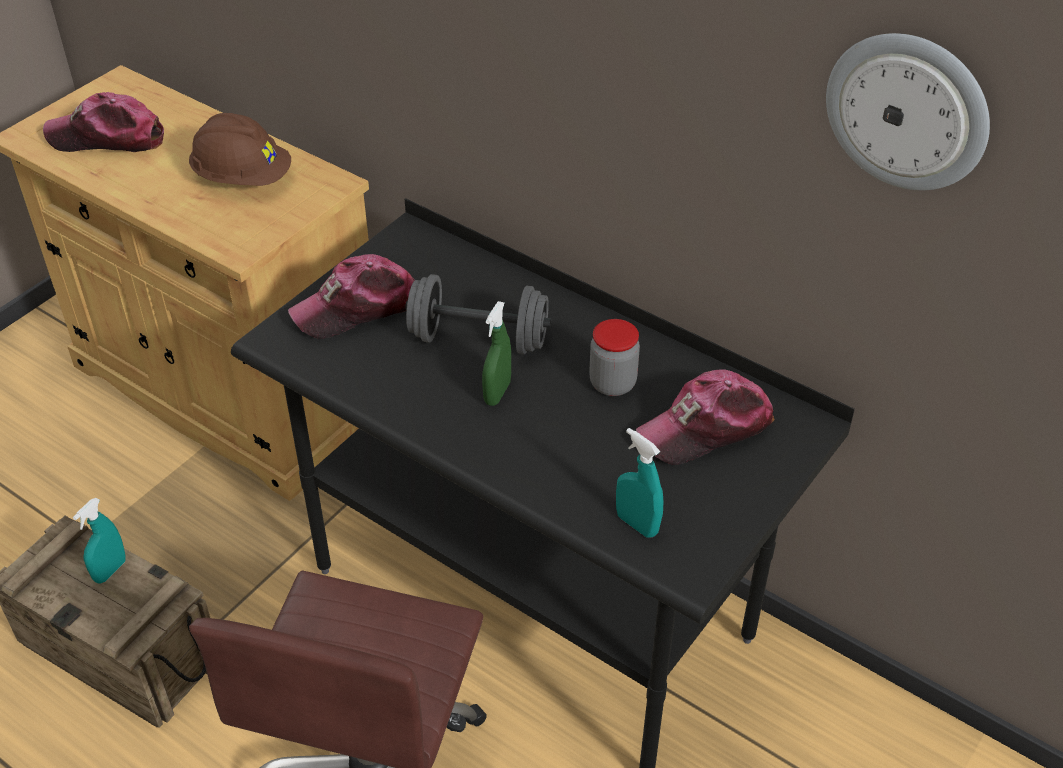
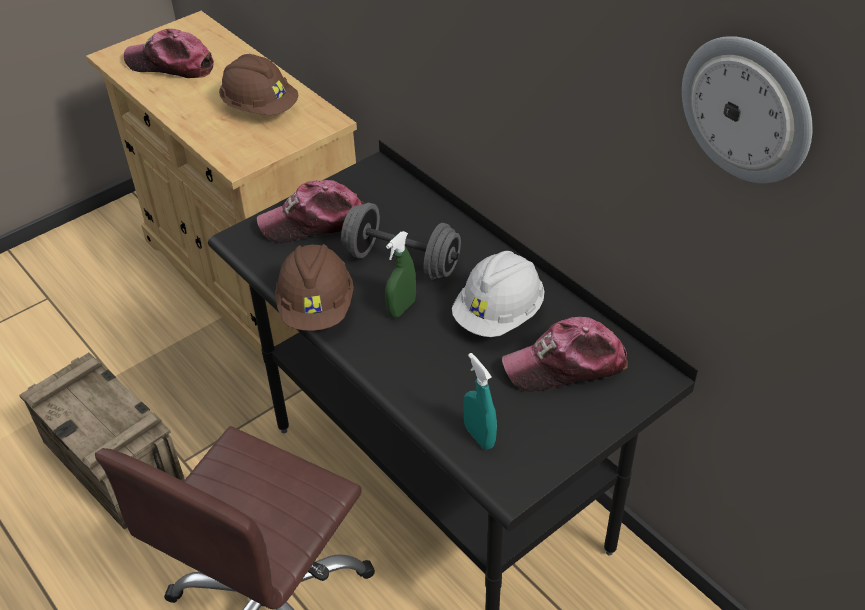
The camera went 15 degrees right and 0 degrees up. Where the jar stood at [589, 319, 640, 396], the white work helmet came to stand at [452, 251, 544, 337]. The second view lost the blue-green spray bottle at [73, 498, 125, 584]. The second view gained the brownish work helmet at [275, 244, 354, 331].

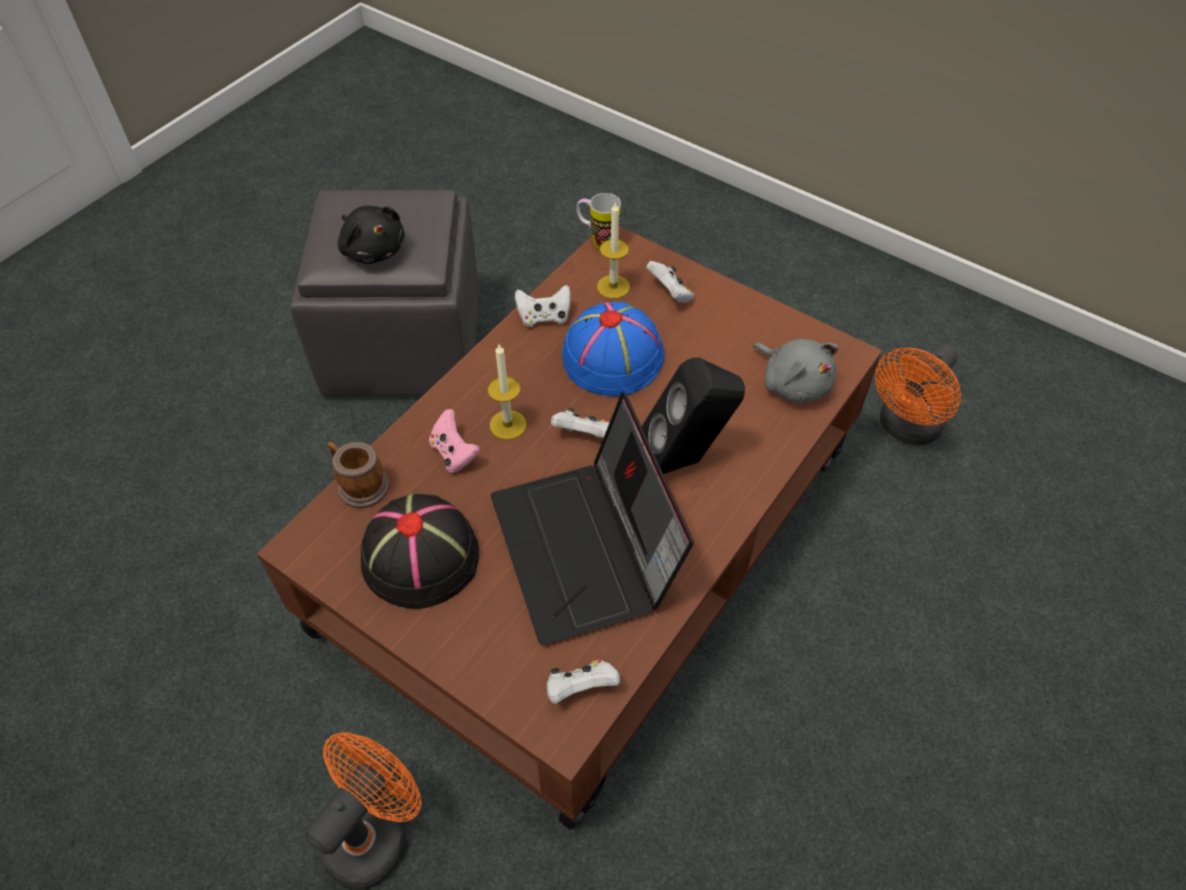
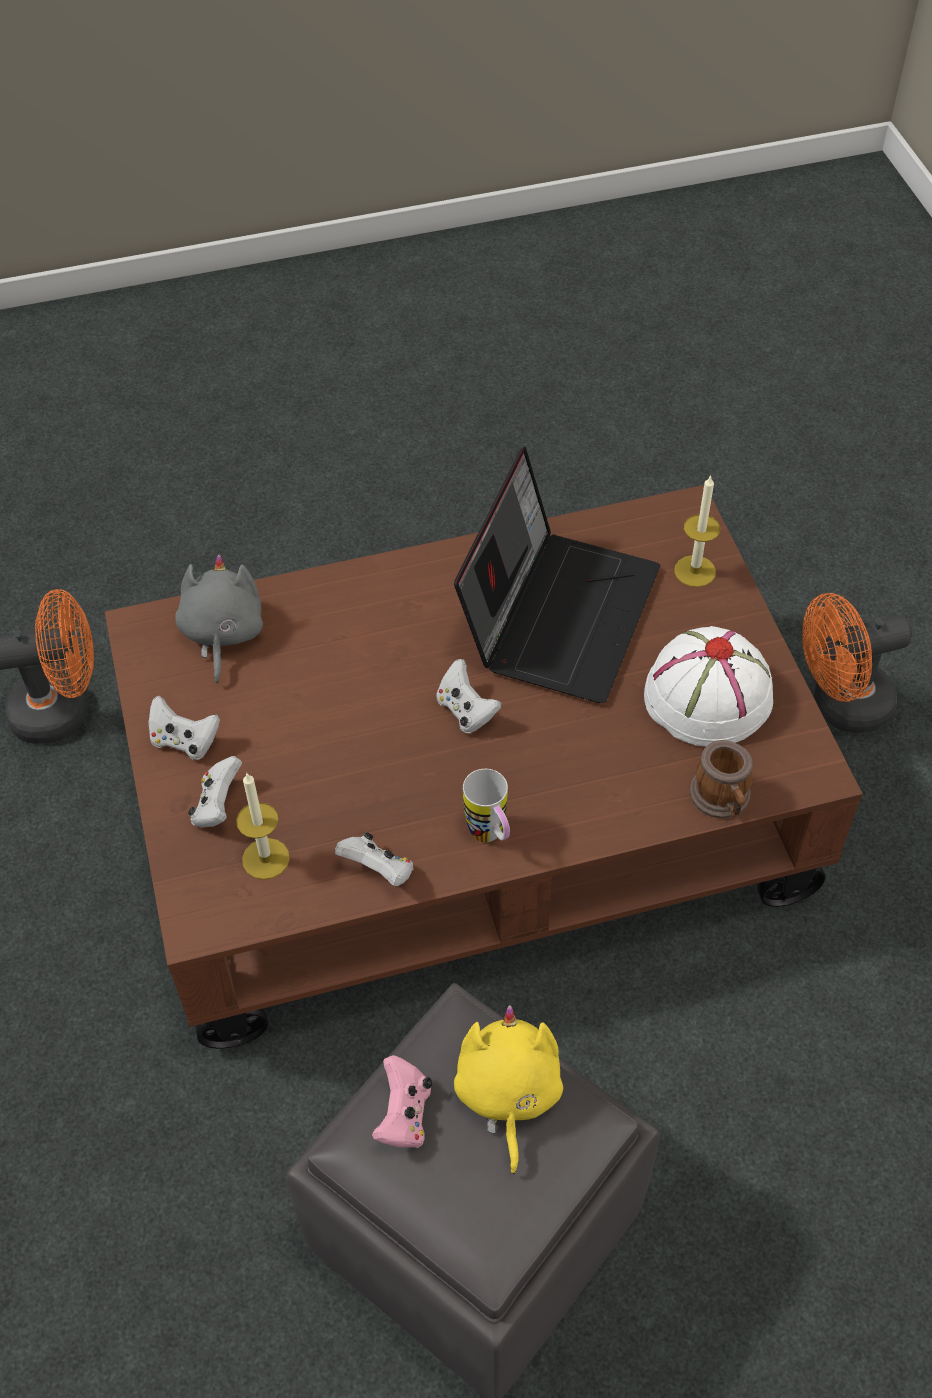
The camera went 140 degrees left and 0 degrees up. The mug ended up elsewhere, having gone from [576, 193, 621, 250] to [463, 769, 510, 842]. What was the black soft toy at [338, 206, 405, 264] turned into the yellowish soft toy at [454, 1005, 563, 1174]. The second view lost the blue-coloured wearable hat at [562, 301, 664, 396]. The wax candle ended up elsewhere, having gone from [488, 345, 526, 440] to [674, 475, 720, 587]. The second view lost the black loudspeaker at [642, 358, 745, 474]. The pink-coloured joypad ended up elsewhere, having gone from [429, 409, 480, 473] to [372, 1055, 432, 1148]. What was the black wearable hat at [361, 494, 479, 609] turned into the white wearable hat at [644, 626, 774, 747]. The white joypad ended up elsewhere, having gone from [547, 660, 620, 704] to [149, 696, 220, 760].

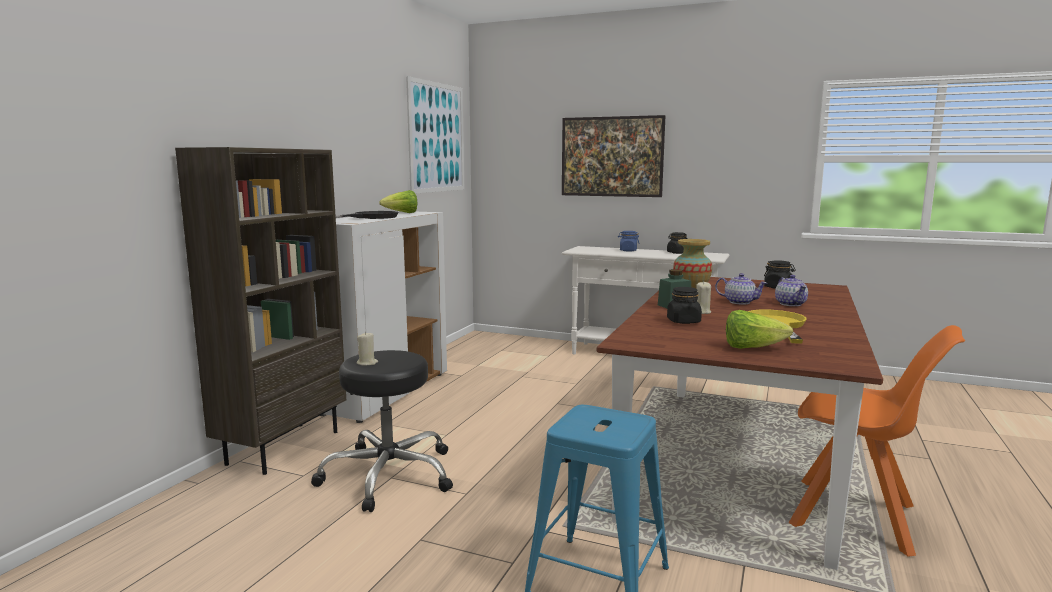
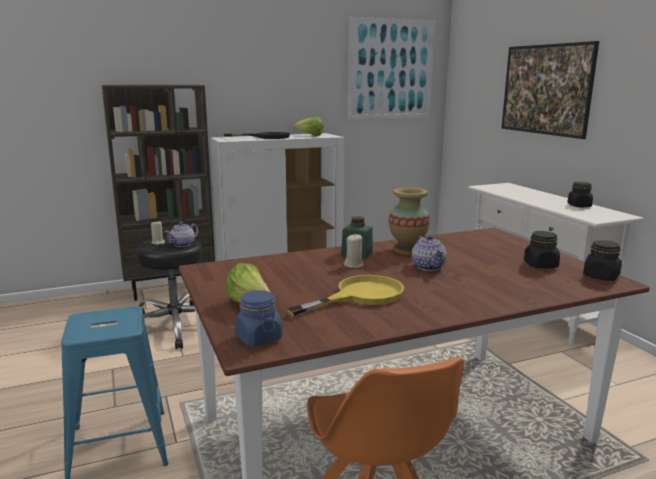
The camera went 45 degrees right and 5 degrees up. The blue-coloured jar ended up elsewhere, having gone from [618, 231, 639, 252] to [235, 290, 283, 347]. The pot for tea ended up elsewhere, having gone from [775, 275, 808, 306] to [164, 222, 199, 247]. The black jar ended up elsewhere, having gone from [667, 287, 702, 324] to [583, 240, 622, 281].

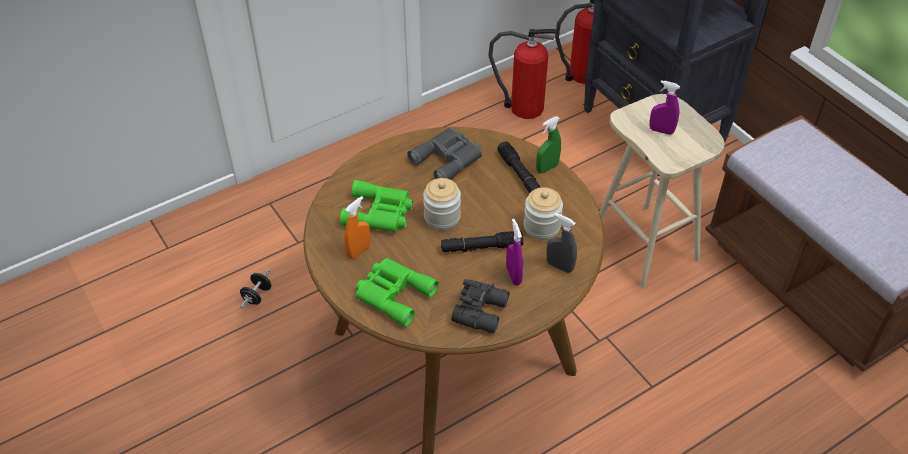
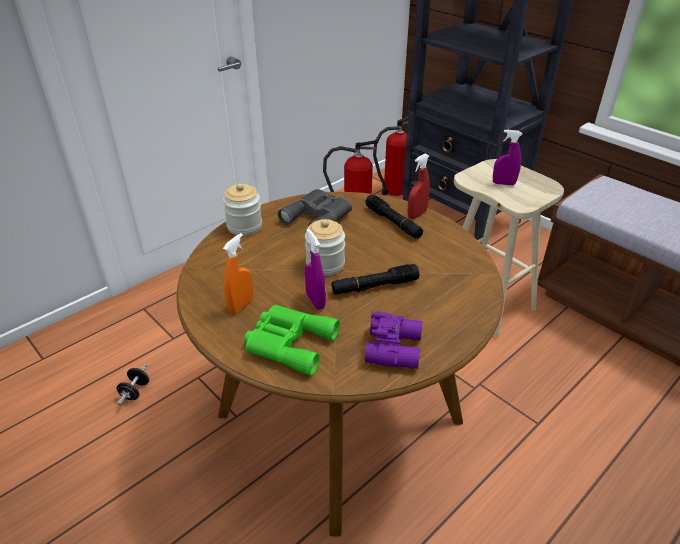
The camera went 10 degrees left and 10 degrees down. What was the greenish spray bottle at [536, 116, 561, 173] turned into the reddish spray bottle at [407, 154, 430, 219]. The second view lost the greenish binoculars at [340, 180, 413, 232]. The jar ended up elsewhere, having gone from [524, 187, 563, 240] to [223, 183, 262, 236]. The second view lost the grey spray bottle at [547, 213, 577, 273]. The purplish spray bottle ended up elsewhere, having gone from [506, 219, 523, 286] to [305, 229, 326, 310]. What was the black binoculars at [451, 279, 509, 333] turned into the purplish binoculars at [365, 311, 423, 369].

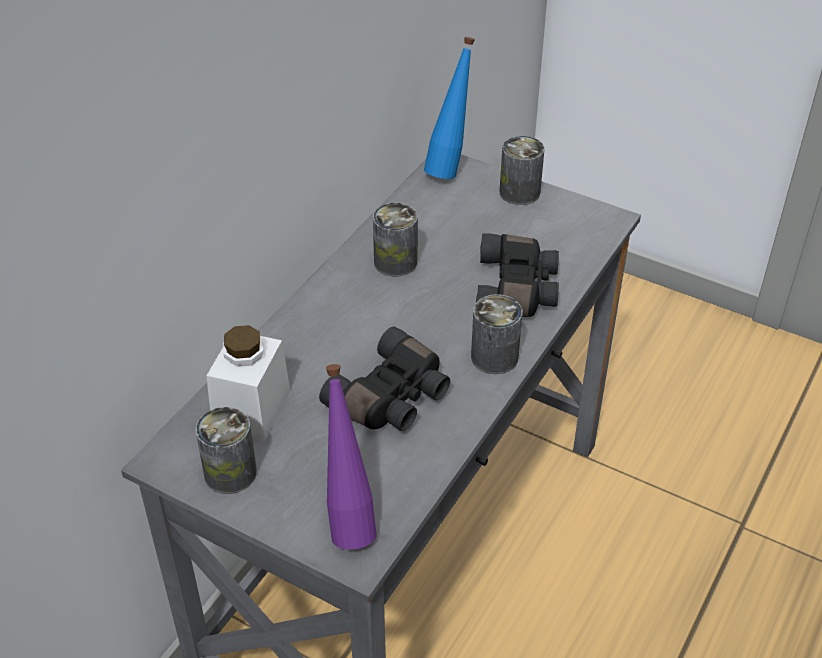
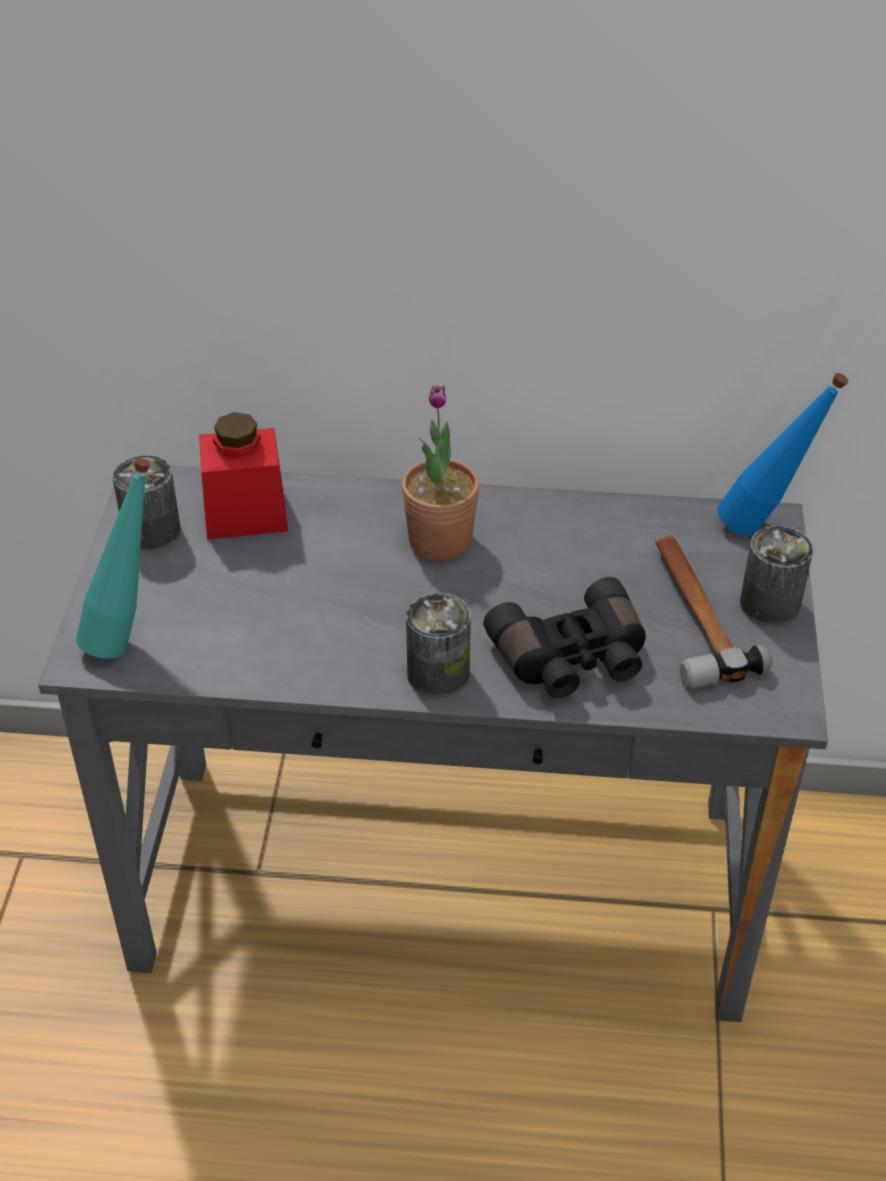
The camera went 65 degrees right and 0 degrees up. The second view lost the can at [373, 203, 418, 277]. What was the white jar at [206, 325, 290, 441] turned into the reddish jar at [199, 412, 288, 539]. The second view lost the black binoculars at [319, 327, 450, 431]. What was the purplish bottle at [326, 364, 377, 550] turned into the blue-green bottle at [76, 458, 151, 659]. The second view gained the potted plant at [401, 385, 480, 561]. The second view gained the hammer at [655, 535, 772, 689].

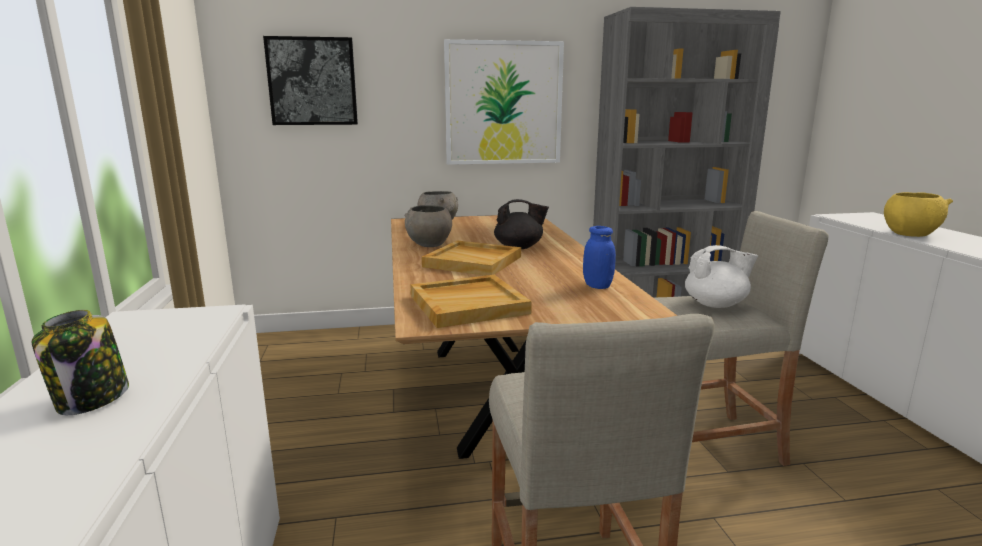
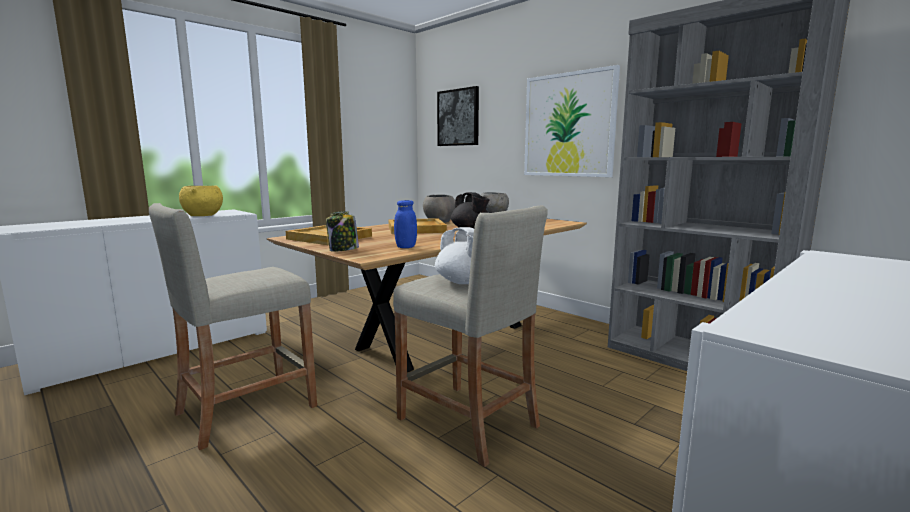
The camera went 55 degrees right and 5 degrees down. The yellowish serving bowl ended up elsewhere, having gone from [884, 192, 953, 237] to [179, 186, 223, 216]. The jar ended up elsewhere, having gone from [31, 310, 129, 415] to [326, 211, 359, 252].

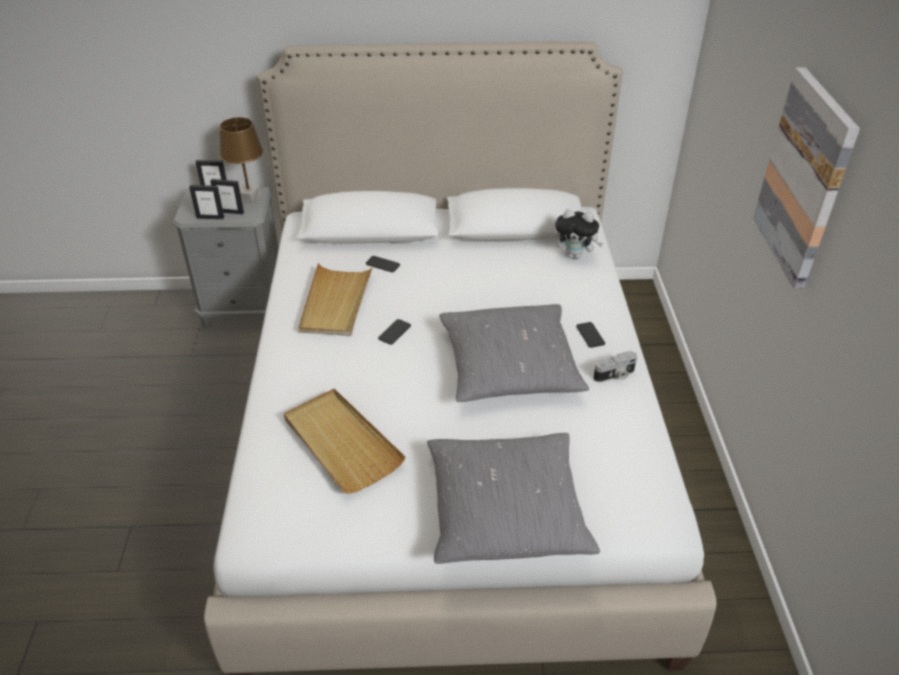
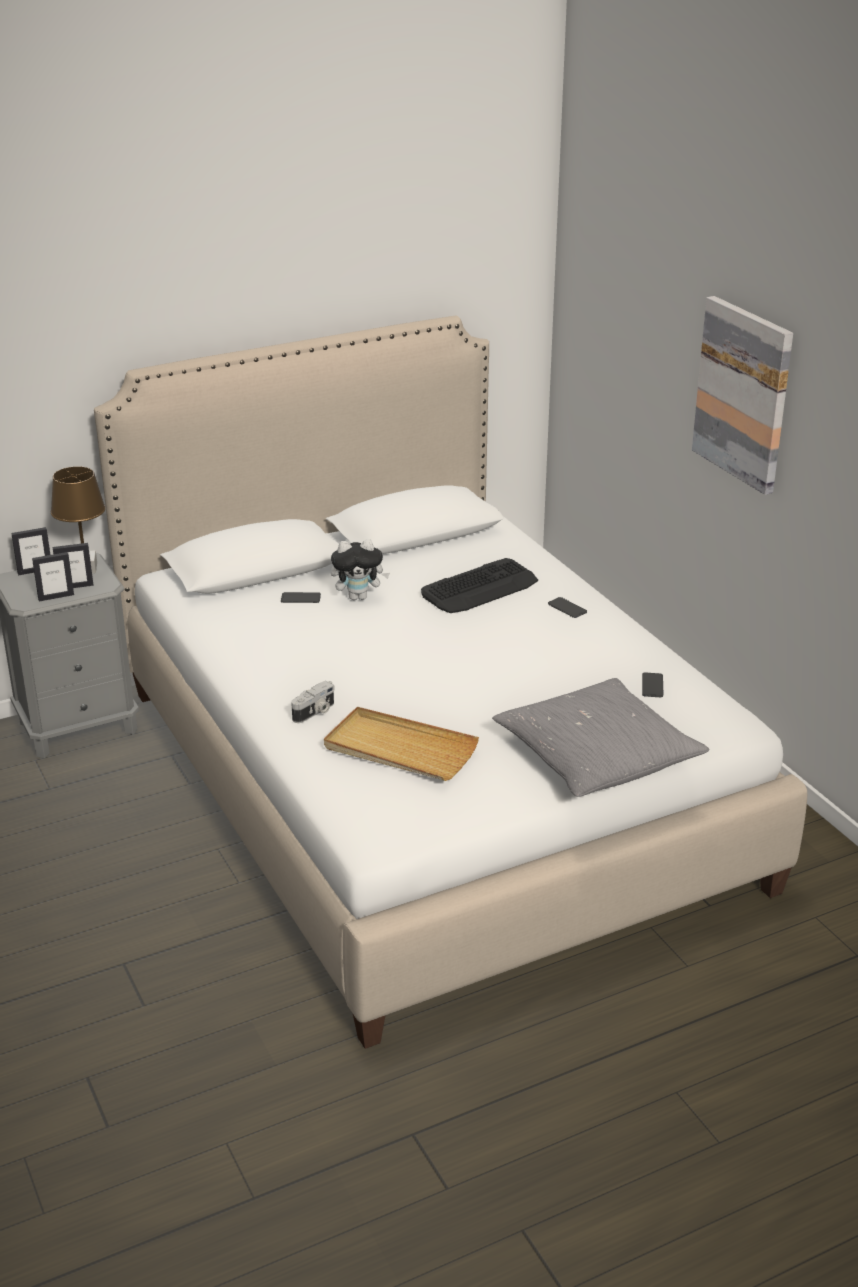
The camera went 25 degrees left and 10 degrees down. The soft toy ended up elsewhere, having gone from [555, 209, 603, 259] to [331, 539, 390, 600]. The second view lost the sand-coloured carrying tray at [299, 263, 373, 336]. The second view lost the grey cushion at [439, 304, 589, 402]. The handset ended up elsewhere, having gone from [378, 319, 411, 345] to [642, 673, 663, 697]. The photo camera ended up elsewhere, having gone from [593, 351, 637, 382] to [291, 681, 334, 723]. The second view gained the PC keyboard at [421, 558, 538, 613].

